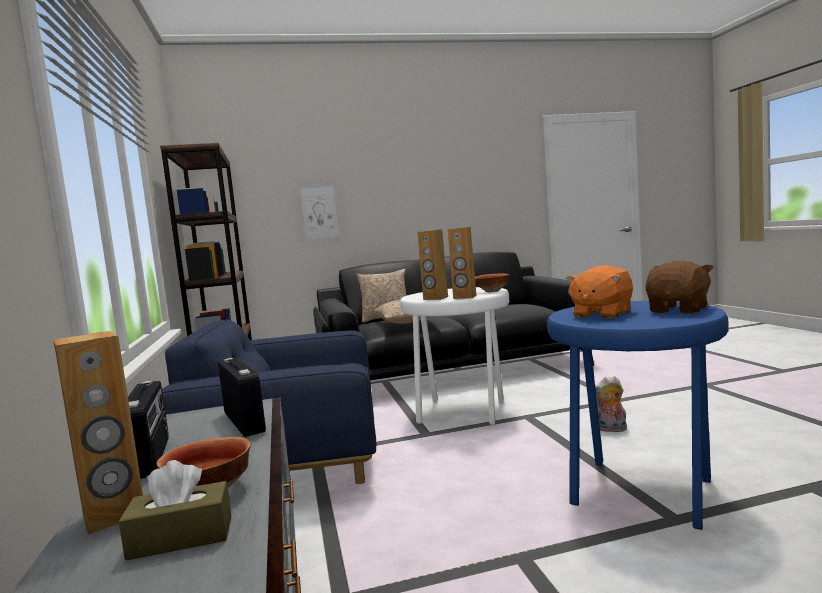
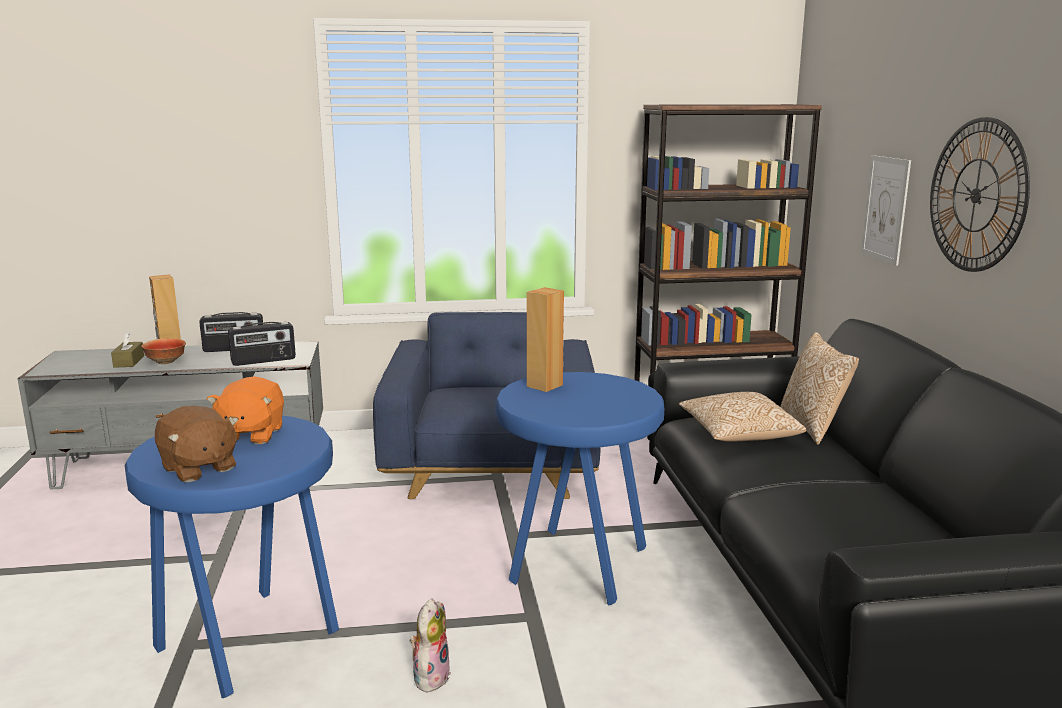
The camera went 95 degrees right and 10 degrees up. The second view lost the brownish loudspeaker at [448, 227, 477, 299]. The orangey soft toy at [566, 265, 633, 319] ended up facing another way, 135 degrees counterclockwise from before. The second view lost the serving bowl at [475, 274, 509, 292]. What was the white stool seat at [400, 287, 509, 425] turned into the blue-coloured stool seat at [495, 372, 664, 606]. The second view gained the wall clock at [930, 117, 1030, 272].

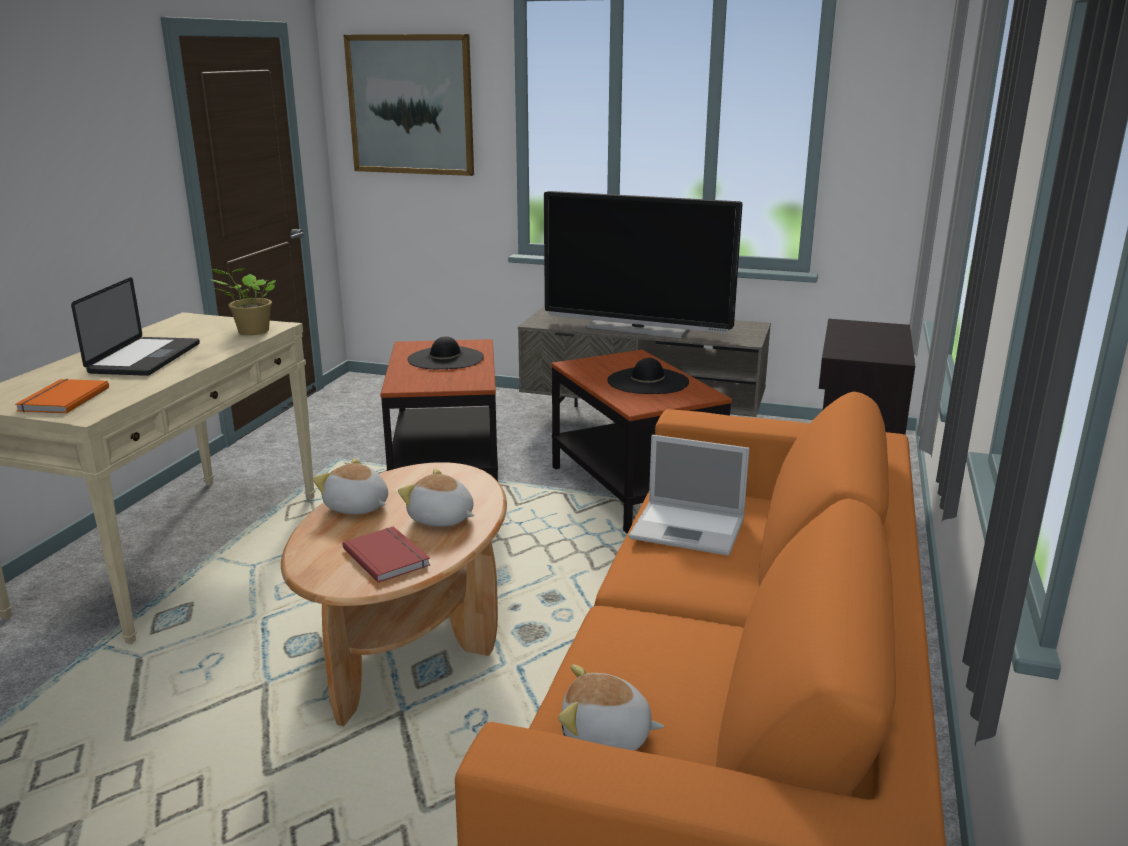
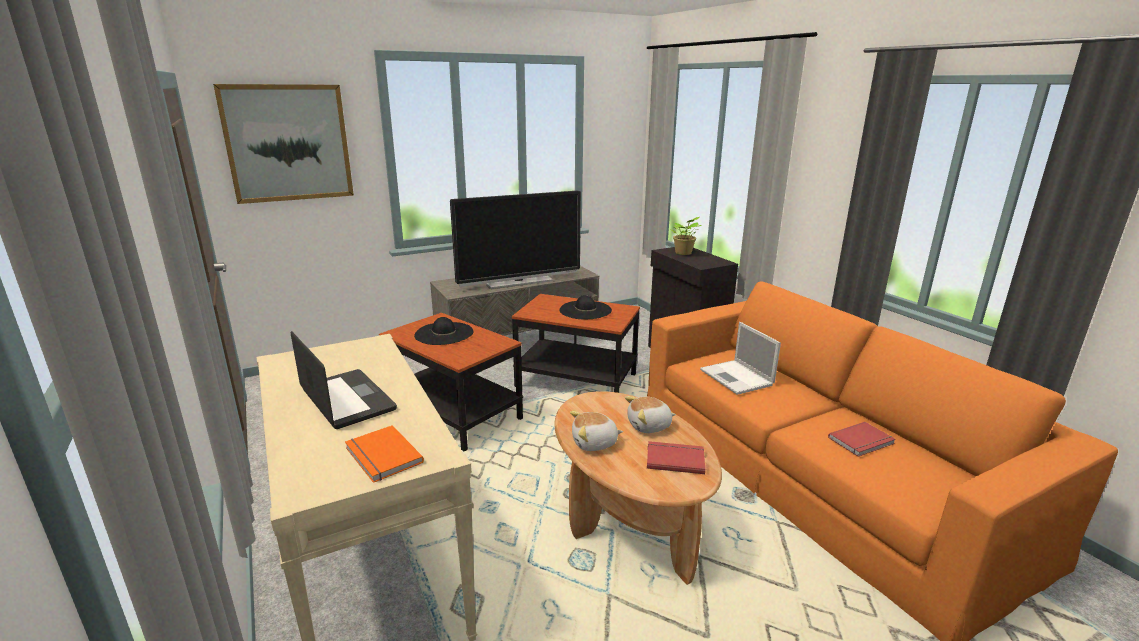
The camera went 45 degrees left and 0 degrees up. The potted plant ended up elsewhere, having gone from [212, 268, 276, 335] to [671, 217, 702, 255]. The laptop at [628, 435, 750, 556] ended up facing another way, 90 degrees clockwise from before. The second view lost the soft toy at [558, 664, 664, 751]. The second view gained the reddish book at [828, 422, 896, 457].

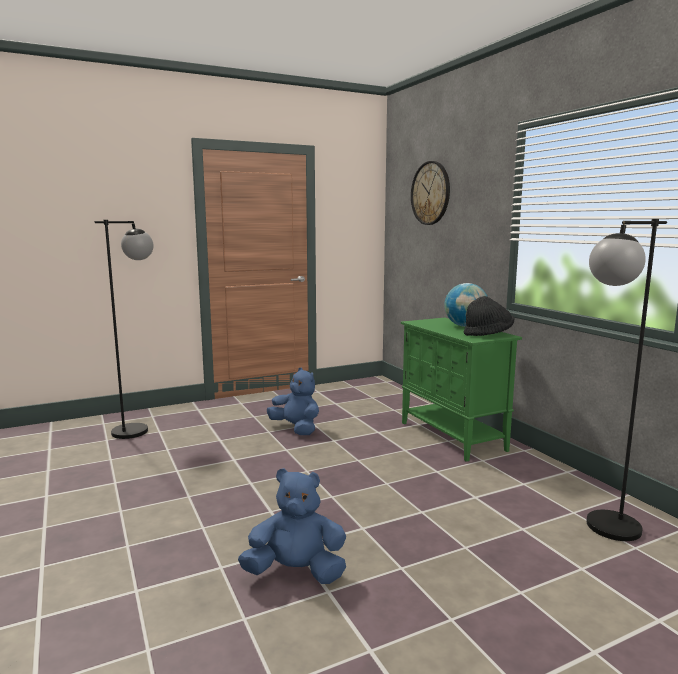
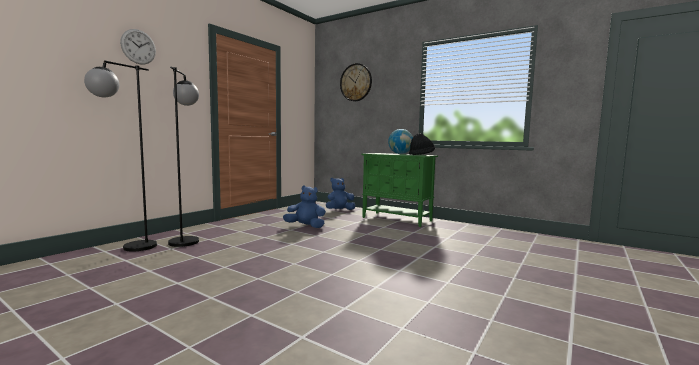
The camera went 30 degrees left and 5 degrees down. The black standing lamp ended up elsewhere, having gone from [586, 219, 667, 541] to [84, 60, 157, 251]. The blue-coloured soft toy ended up elsewhere, having gone from [238, 468, 346, 584] to [326, 178, 355, 210]. The second view gained the wall clock at [120, 29, 156, 65].

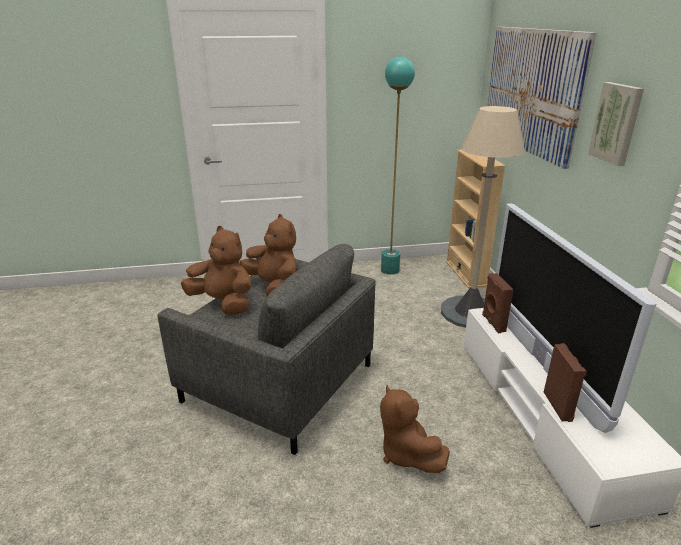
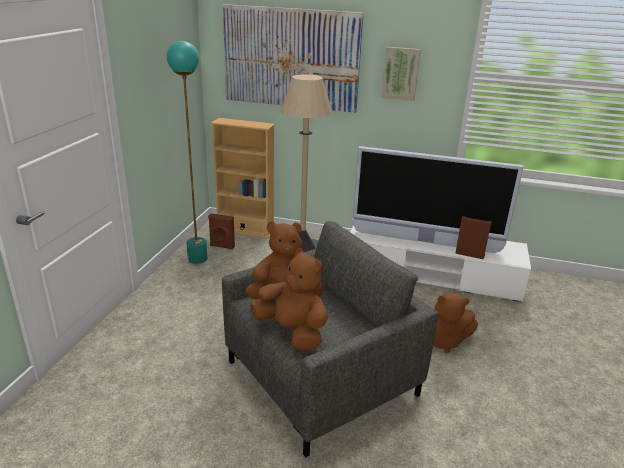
The camera went 65 degrees left and 0 degrees up. The brownish soft toy at [181, 226, 252, 315] ended up facing another way, 75 degrees clockwise from before. The brownish loudspeaker ended up elsewhere, having gone from [482, 273, 514, 333] to [208, 213, 235, 250].

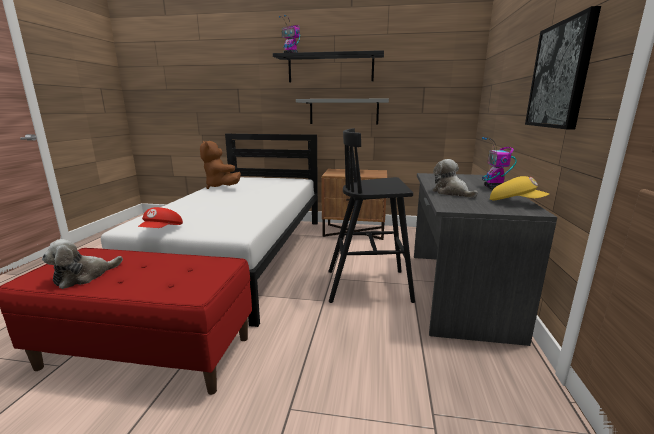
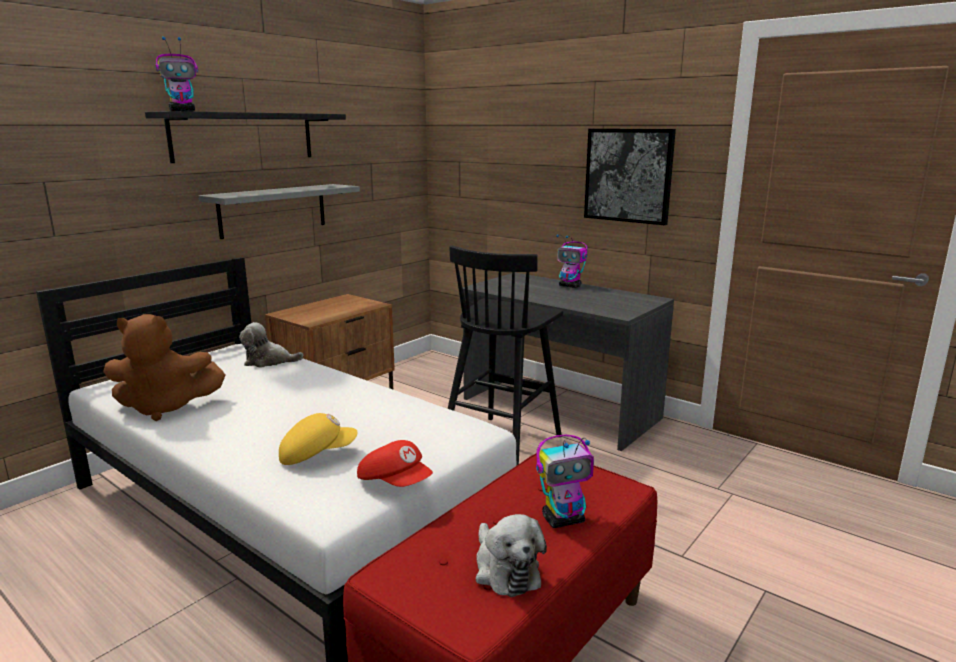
The camera went 60 degrees left and 0 degrees up. The soft toy ended up elsewhere, having gone from [432, 159, 478, 198] to [239, 322, 303, 367]. The yellowish cap ended up elsewhere, having gone from [490, 176, 549, 201] to [279, 413, 358, 465]. The second view gained the robot figure at [536, 434, 594, 528].

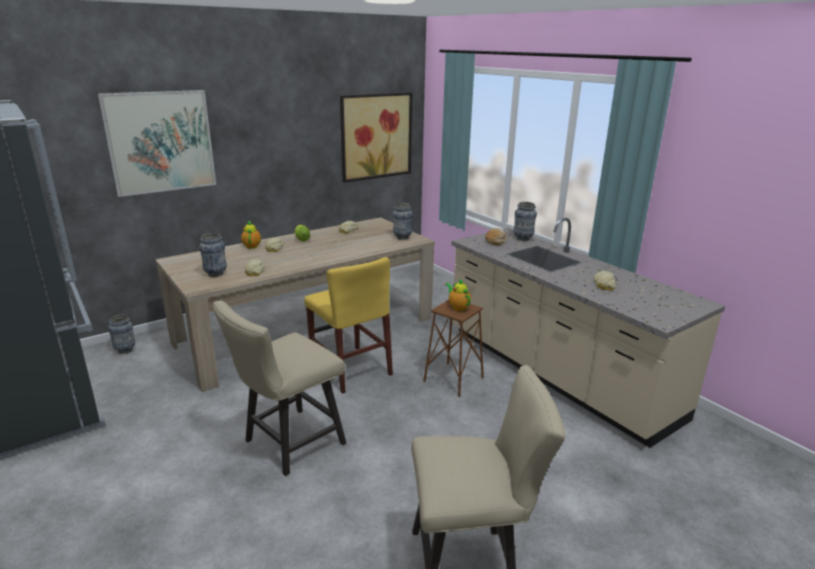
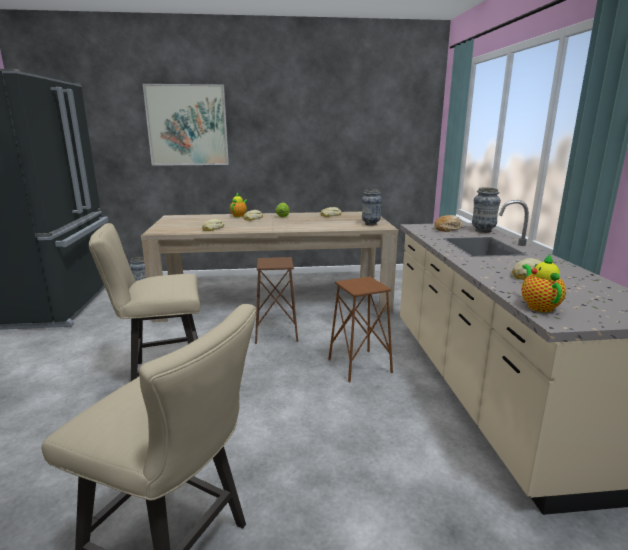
The camera went 30 degrees right and 5 degrees down. The second view lost the wall art at [340, 92, 412, 183]. The second view lost the flower vase at [199, 233, 227, 277]. Where the yellowish plain chair stood at [304, 257, 393, 394], the brownish stool seat came to stand at [255, 257, 298, 344]. The pot for tea ended up elsewhere, having gone from [445, 280, 471, 311] to [522, 254, 566, 313].

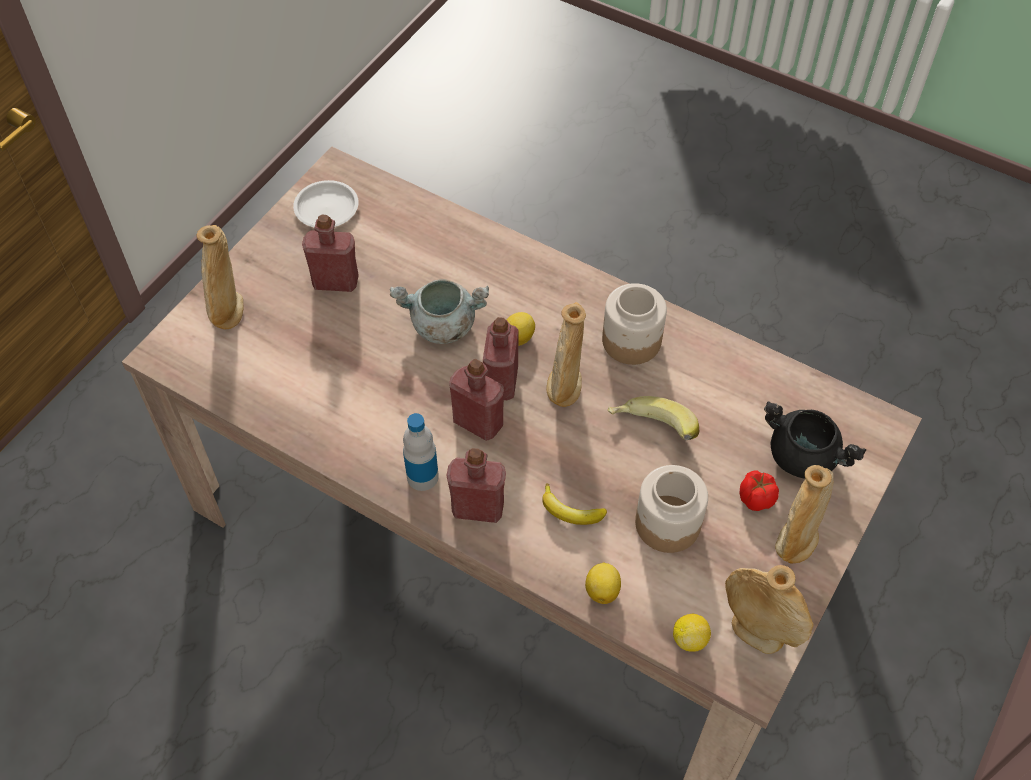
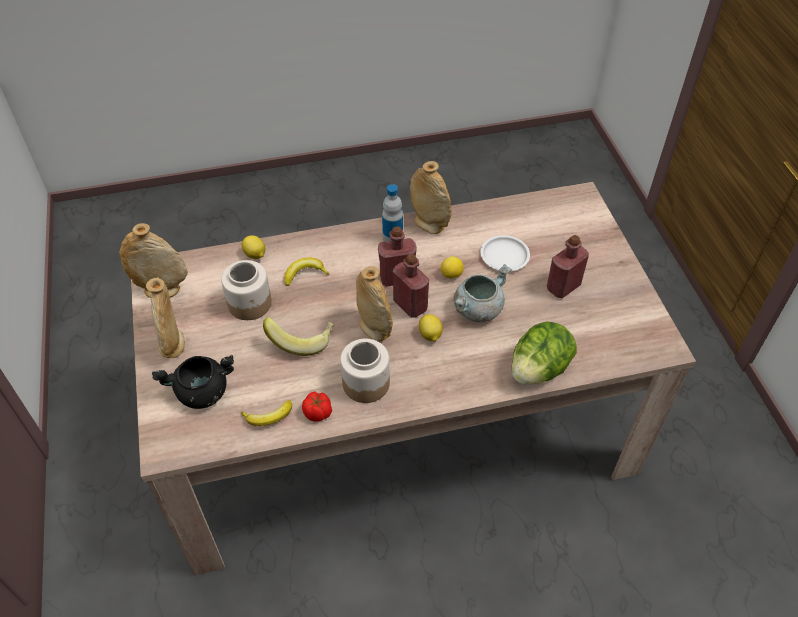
The camera went 135 degrees right and 5 degrees down. The white flat dish ended up elsewhere, having gone from [293, 180, 359, 228] to [480, 235, 530, 271]. The sand-coloured flower vase ended up elsewhere, having gone from [197, 225, 243, 329] to [410, 161, 452, 234]. The second view lost the reddish bottle at [446, 448, 506, 523]. The whole tomato ended up elsewhere, having gone from [739, 470, 779, 511] to [302, 391, 332, 422]. The lemon ended up elsewhere, having gone from [673, 614, 711, 652] to [441, 256, 463, 279]. The second view gained the lettuce at [512, 322, 577, 385]. The second view gained the banana at [241, 400, 292, 426].

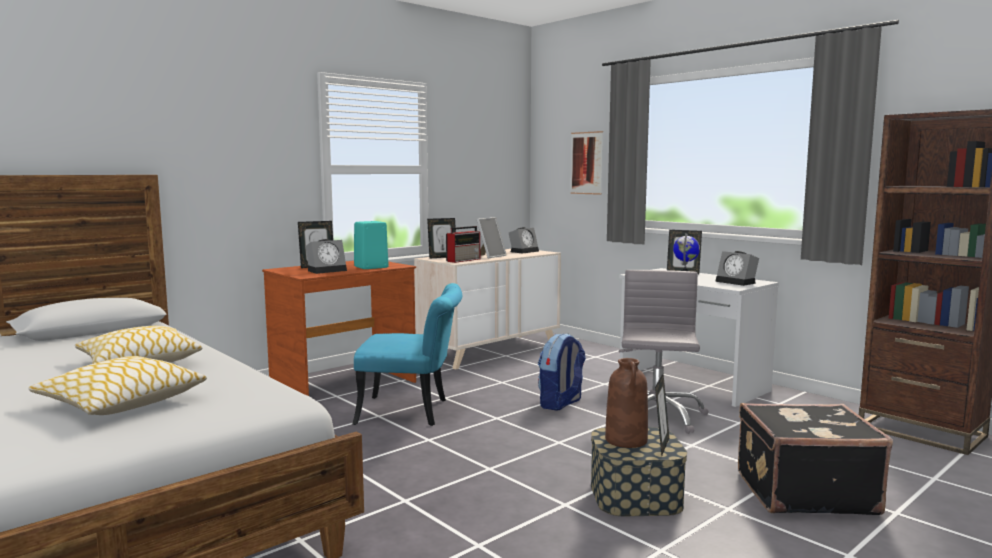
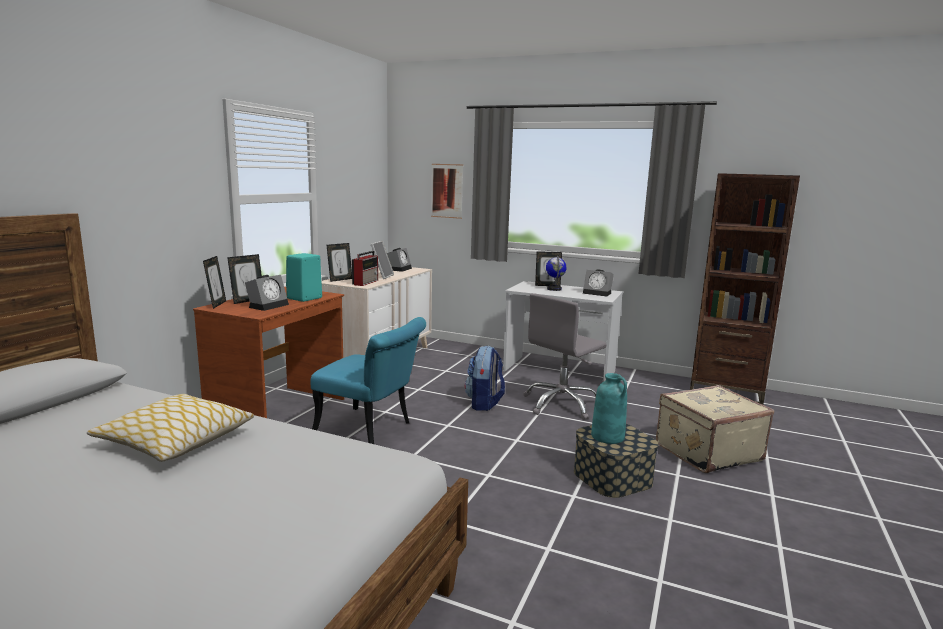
The camera went 25 degrees left and 5 degrees up. The grey office chair at [606, 270, 709, 434] ended up facing another way, 120 degrees counterclockwise from before. The blue-green plain chair at [353, 283, 462, 426] ended up facing another way, 45 degrees clockwise from before. The second view lost the cushion at [28, 356, 207, 415]. What was the brownish flower vase at [605, 358, 648, 448] turned into the blue-green flower vase at [591, 373, 627, 444]. The photo frame ended up elsewhere, having gone from [655, 374, 669, 456] to [203, 256, 226, 309]. What was the black suitcase at [738, 403, 893, 515] turned into the sand-coloured suitcase at [656, 385, 774, 473].

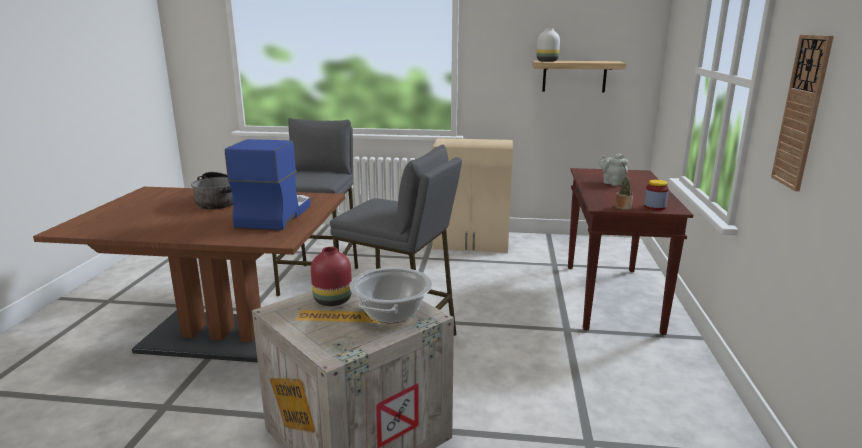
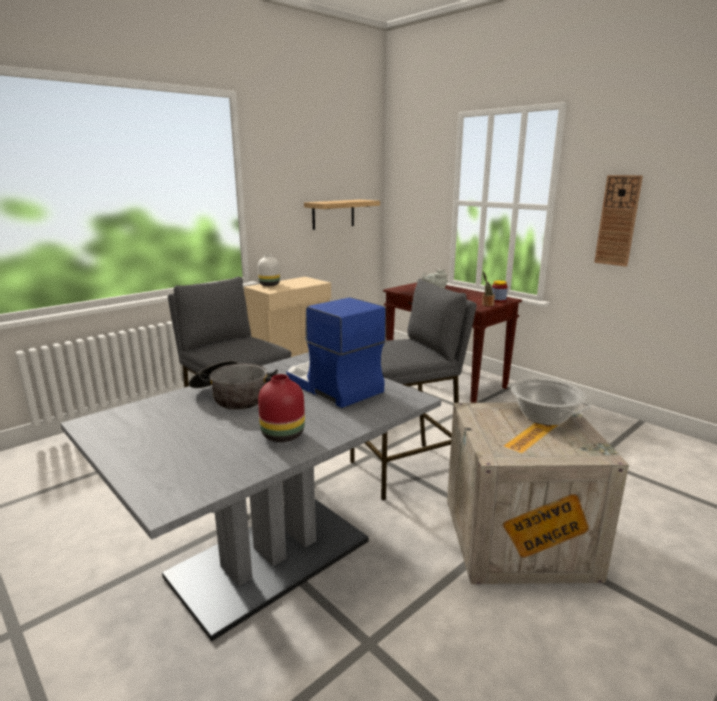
The camera went 50 degrees left and 0 degrees up. The white flower vase ended up elsewhere, having gone from [537, 28, 560, 62] to [258, 255, 280, 286]. What was the brownish kitchen table at [33, 187, 345, 363] turned into the grey kitchen table at [60, 352, 441, 641]. The reddish flower vase ended up elsewhere, having gone from [311, 247, 352, 306] to [258, 374, 305, 442].

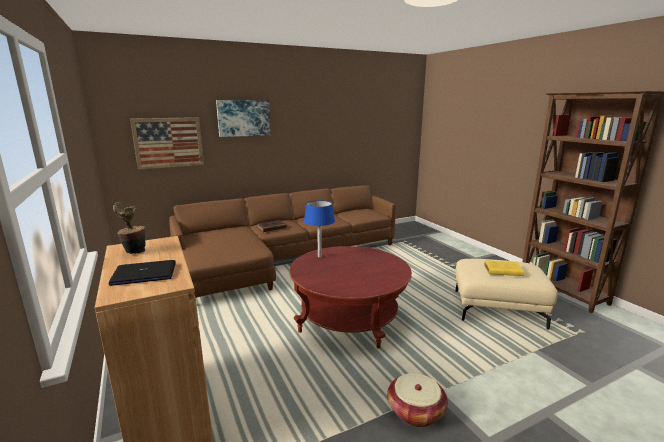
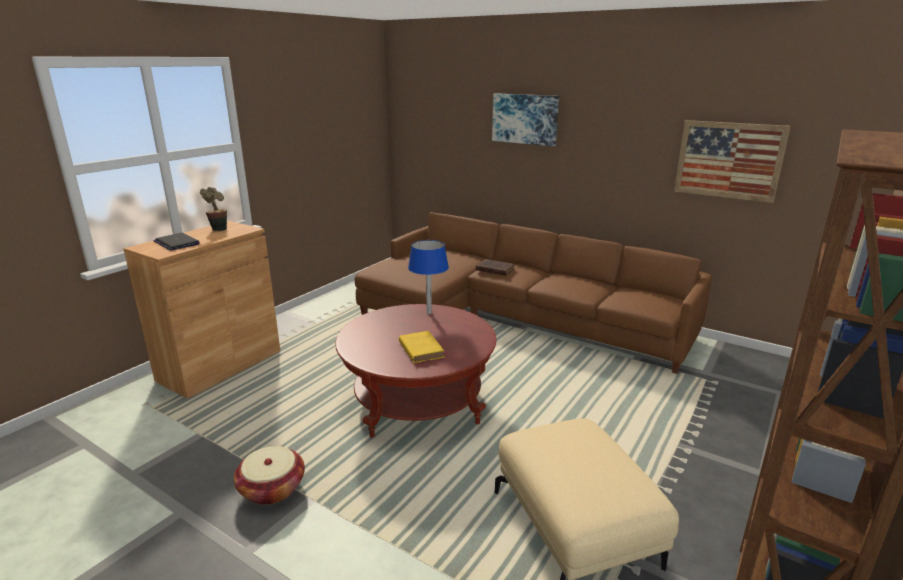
The camera went 60 degrees right and 5 degrees up. The wall art ended up elsewhere, having gone from [130, 117, 204, 170] to [674, 120, 790, 203]. The yellowish book ended up elsewhere, having gone from [484, 260, 524, 276] to [399, 331, 444, 363].

